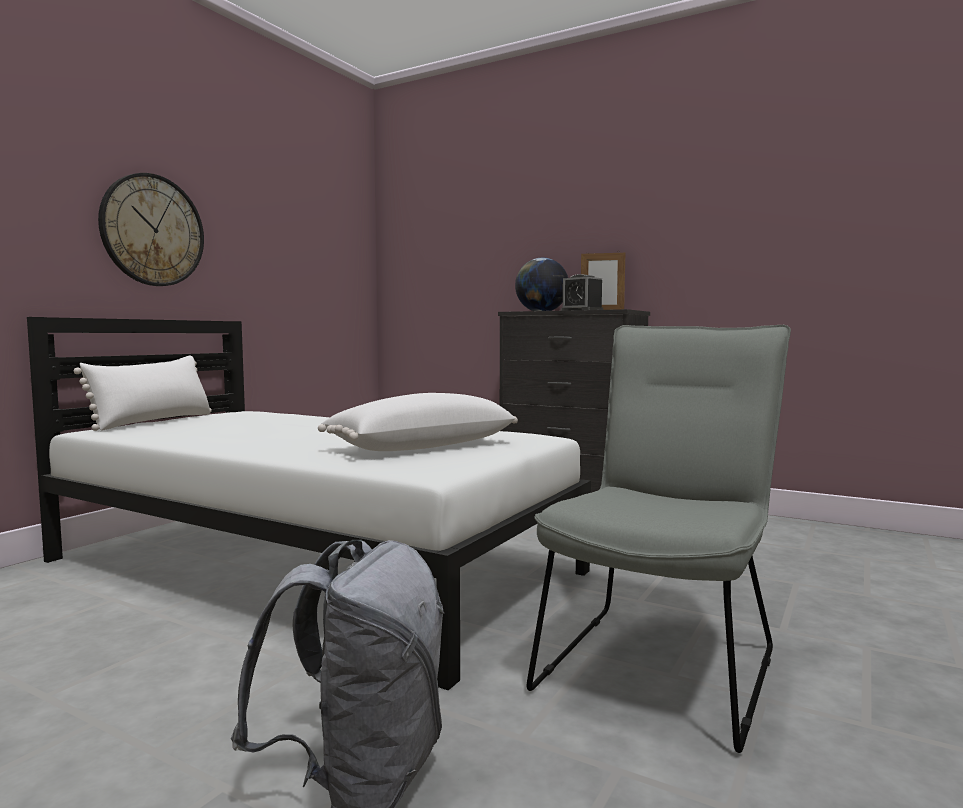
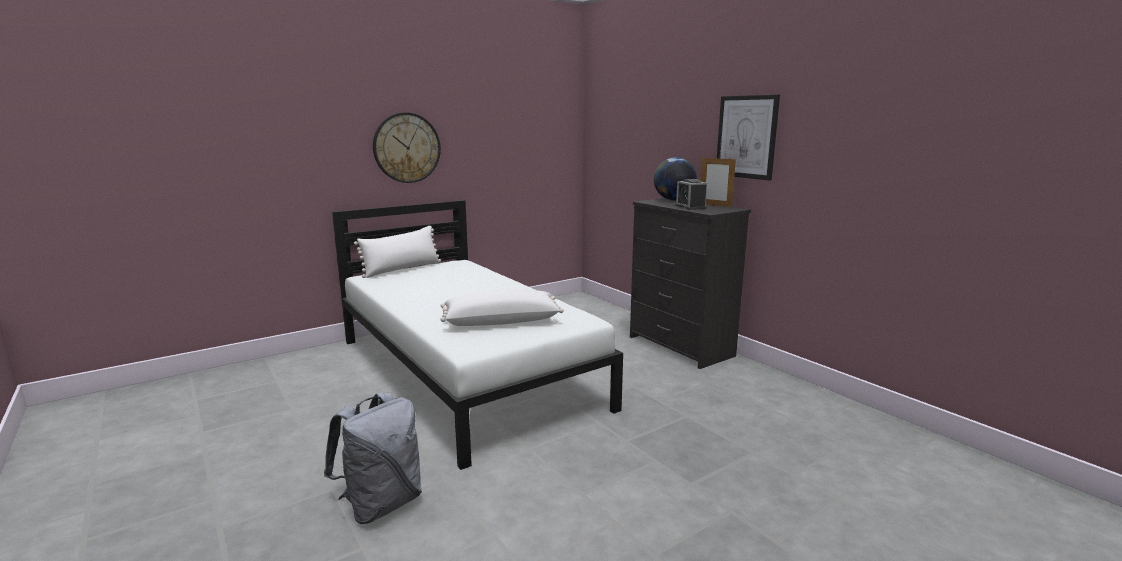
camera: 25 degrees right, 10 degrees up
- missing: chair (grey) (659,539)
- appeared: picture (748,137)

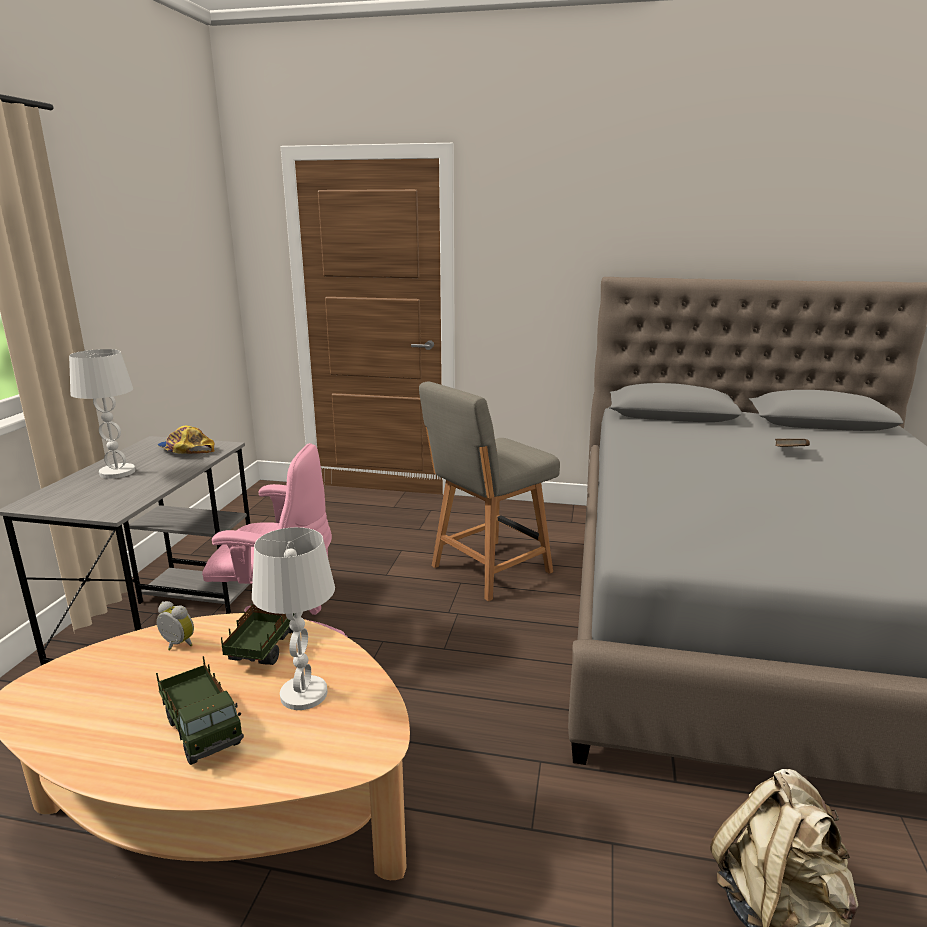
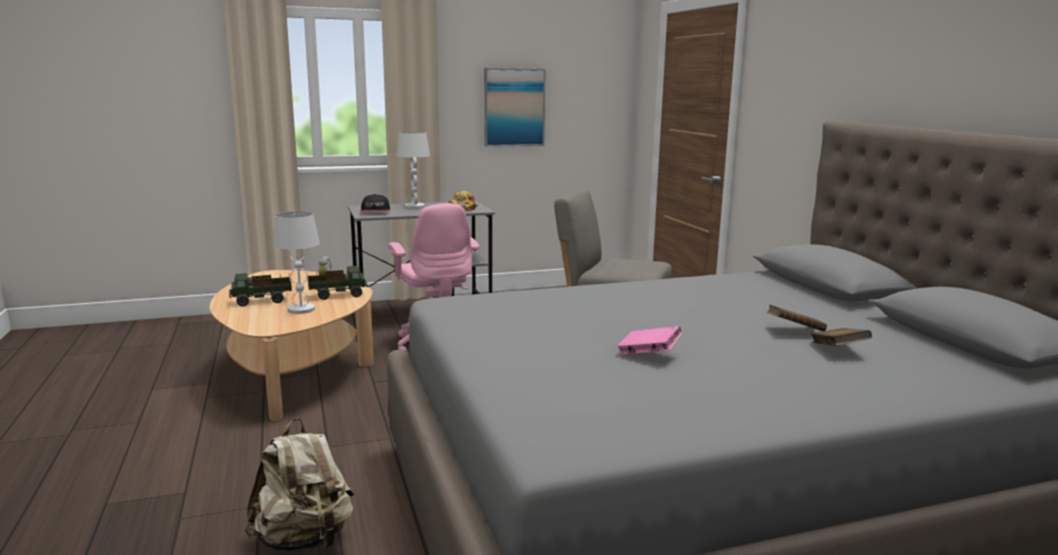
camera: 60 degrees right, 5 degrees down
- spun: model truck (200,710) = (260,289) 45 degrees clockwise
- appeared: cap (375,202)
- appeared: picture (515,107)
- appeared: volume (pinkish) (649,340)
- appeared: volume (brownish) (841,337)

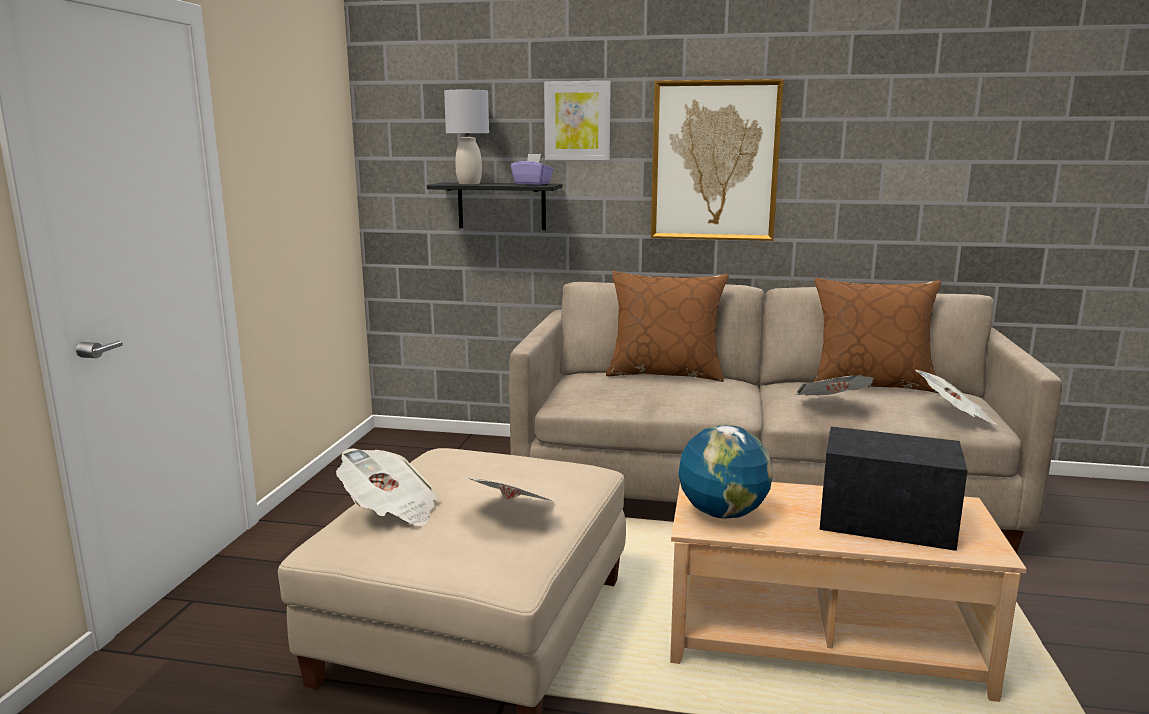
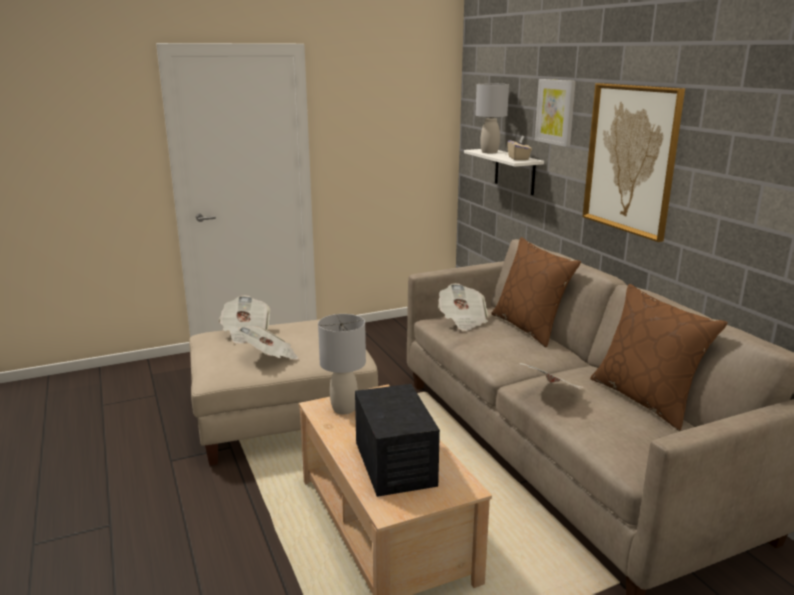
camera: 55 degrees right, 5 degrees up
- colour: wall shelf (black) (494,206) to wall shelf (white) (504,172)
- colour: box of tissues (purple) (532,169) to box of tissues (beige) (519,147)
- exchanged: globe (725,472) to table lamp (grey) (342,364)
- relocated: daily paper (957,397) to (463,307)

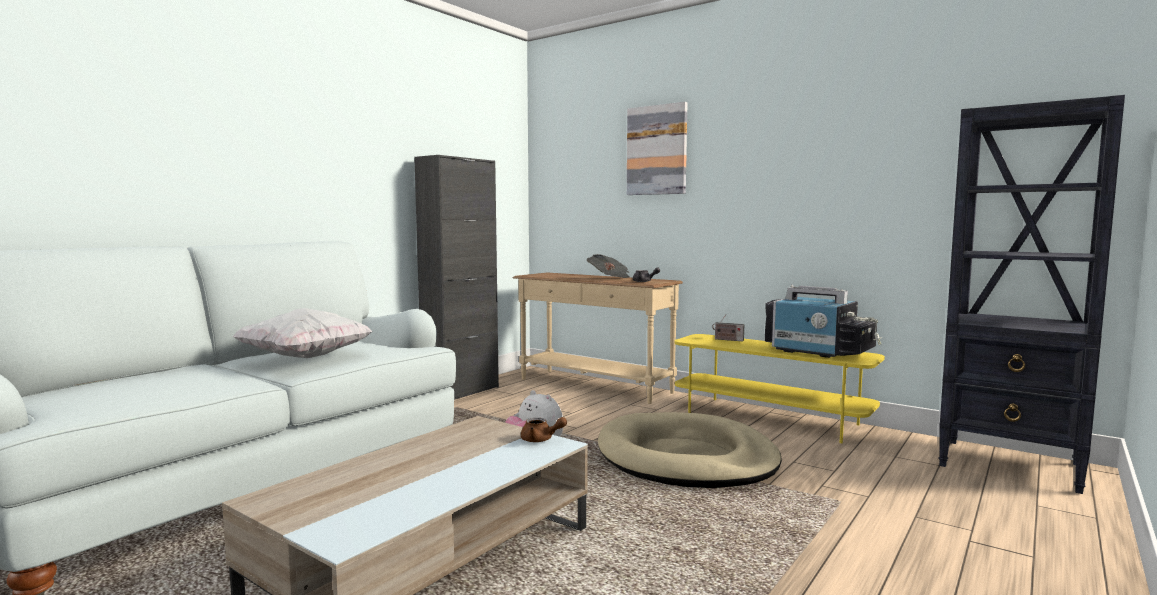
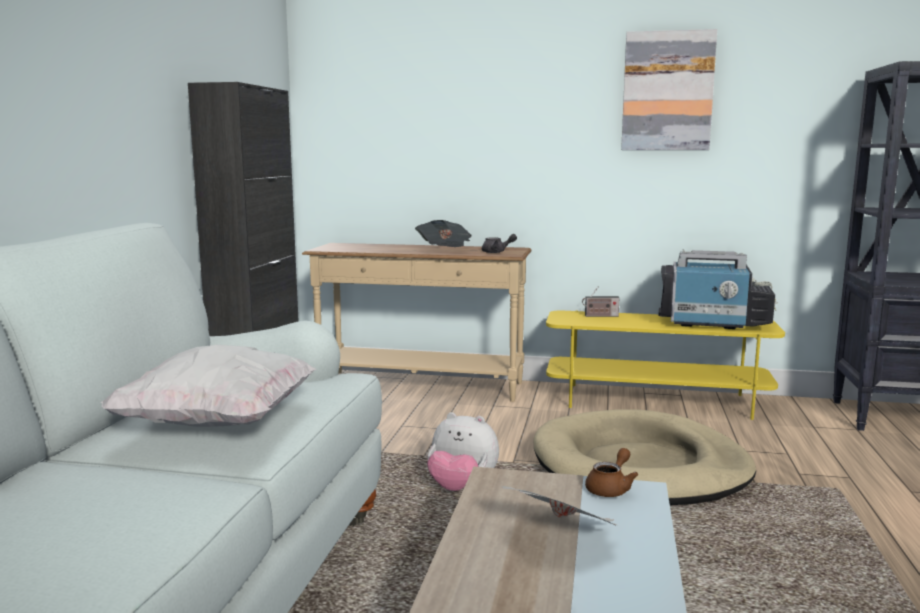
camera: 25 degrees left, 5 degrees up
- spun: teapot (brownish) (544,429) = (611,472) 45 degrees counterclockwise
- relocated: picture (657,148) to (669,89)
- appeared: daily paper (560,506)

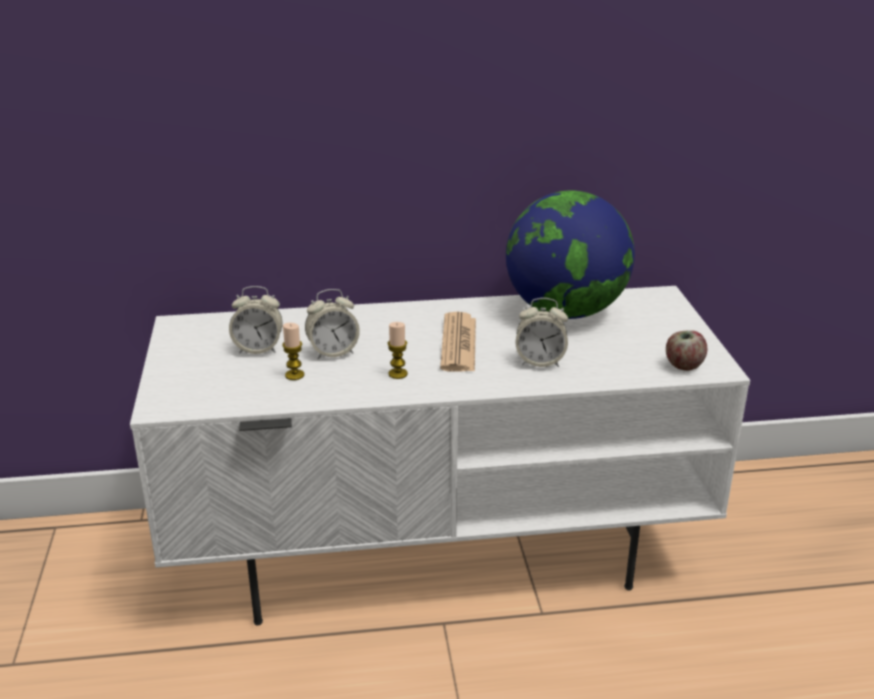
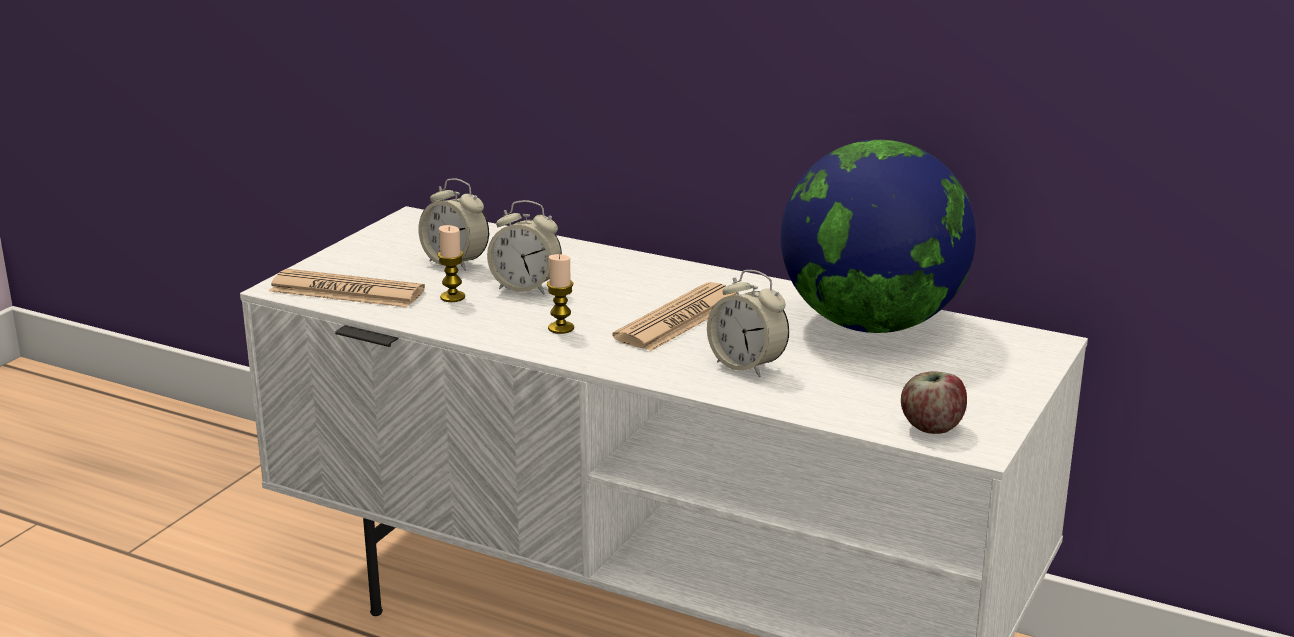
camera: 35 degrees right, 5 degrees down
- appeared: daily paper (347,288)

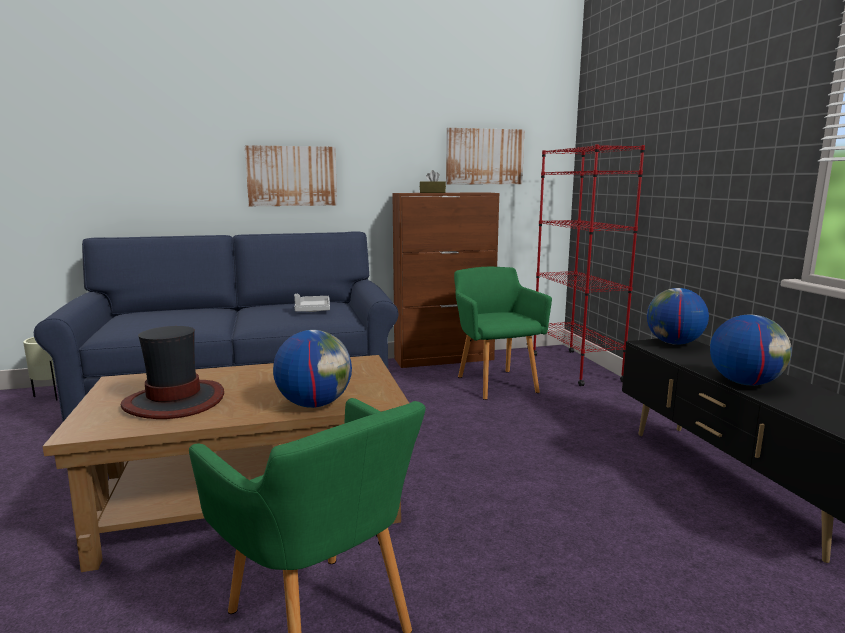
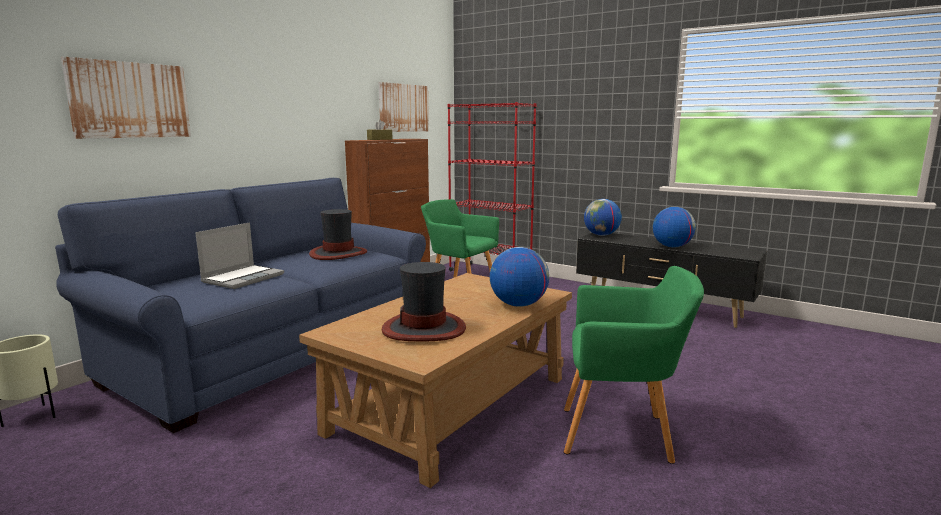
camera: 40 degrees left, 0 degrees up
- relocated: picture (290,175) to (126,98)
- exchanged: serving tray (grey) (312,303) to hat (338,234)
- appeared: portable computer (239,255)

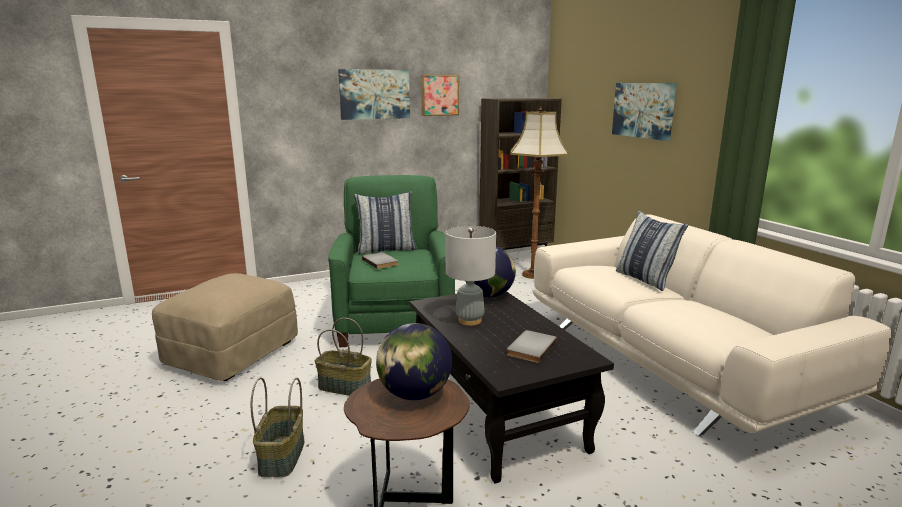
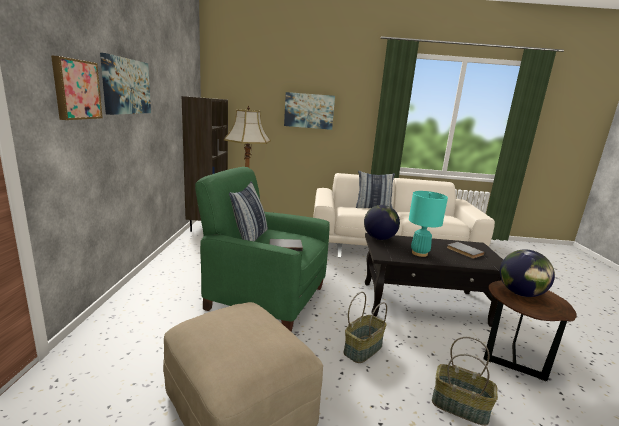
camera: 65 degrees left, 0 degrees up
- relocated: picture (440,95) to (77,87)
- colour: table lamp (grey) (471,276) to table lamp (blue-green) (428,224)

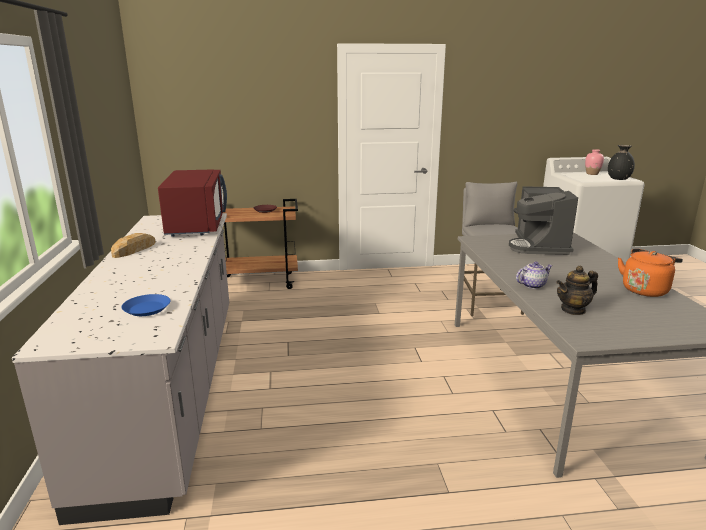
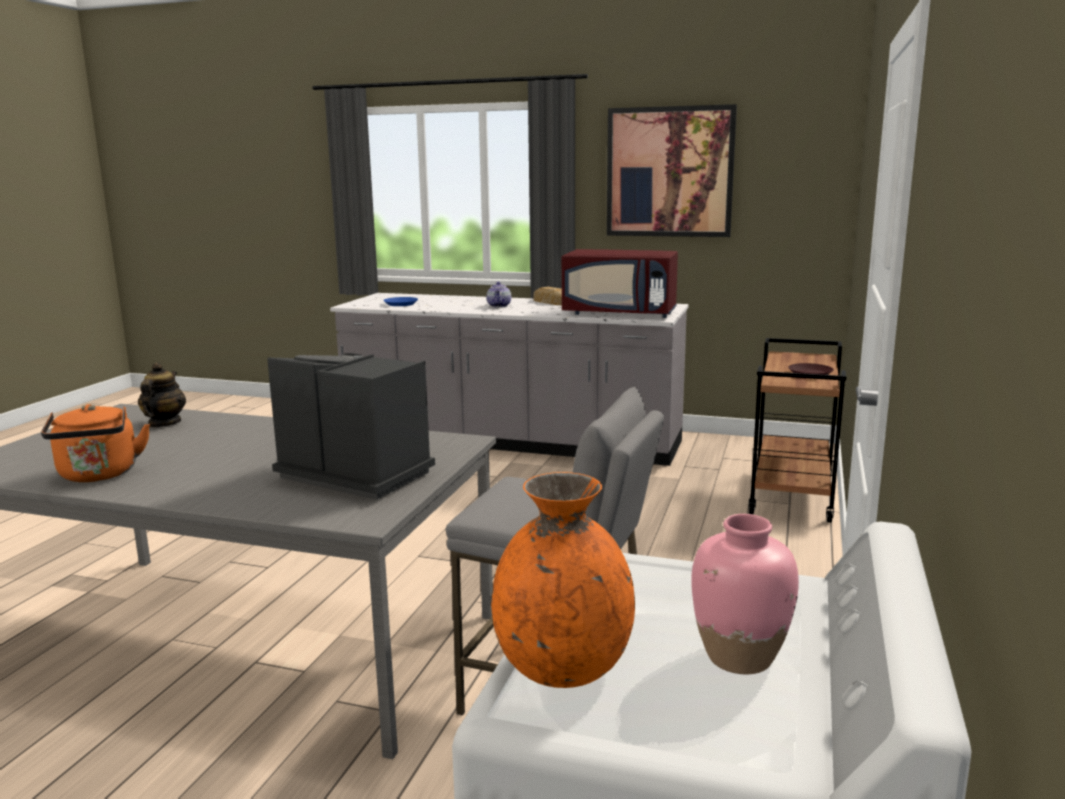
camera: 115 degrees right, 5 degrees down
- relocated: teapot (534,275) to (499,295)
- colour: vase (black) (621,162) to vase (orangey) (563,580)
- appeared: picture (672,170)

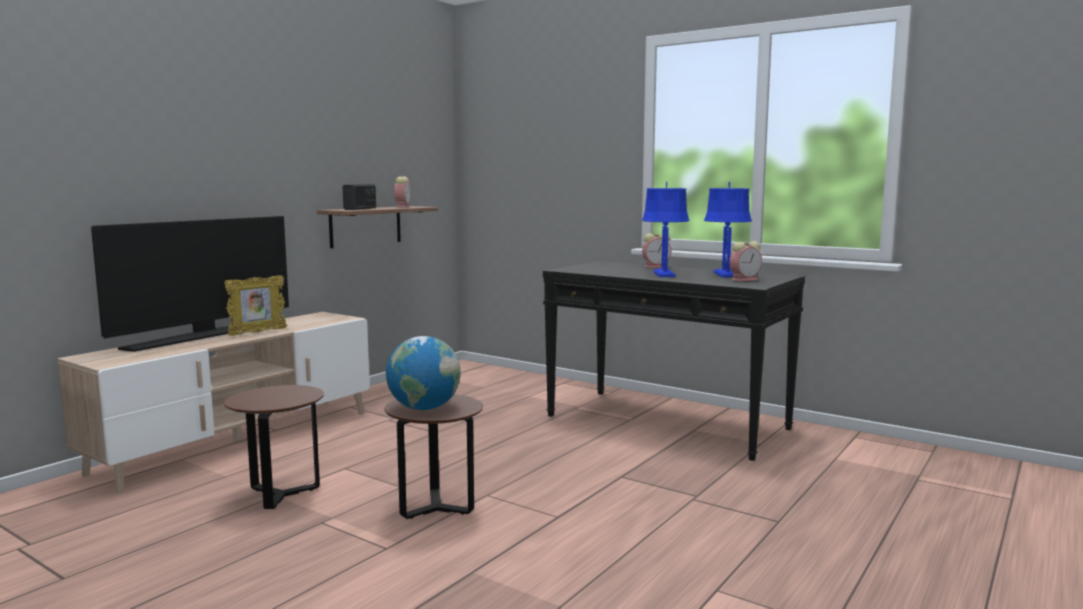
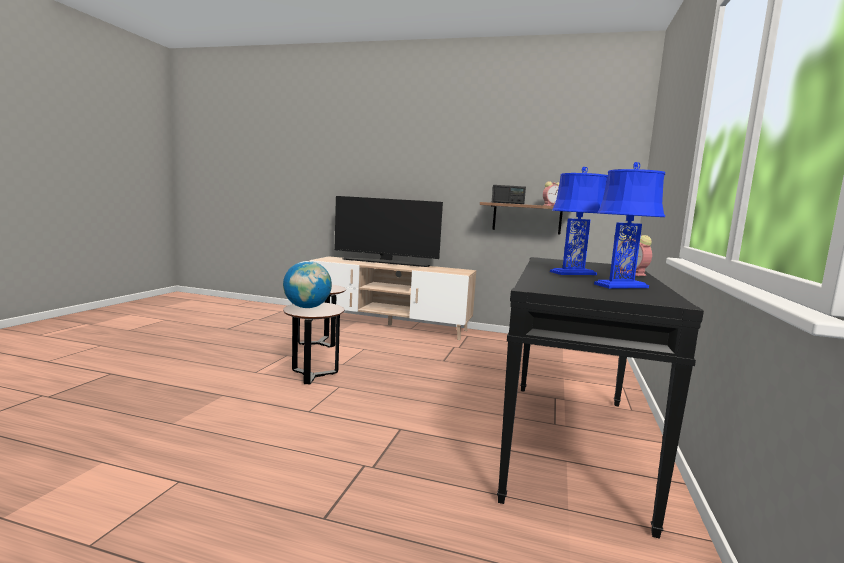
camera: 70 degrees right, 0 degrees up
- missing: picture frame (255,305)
- missing: bedside clock (745,261)

